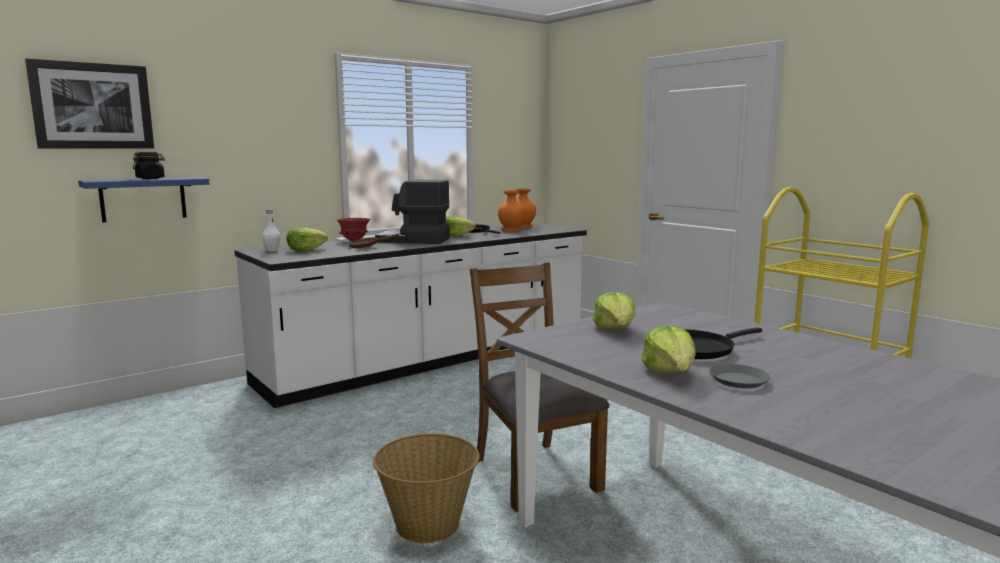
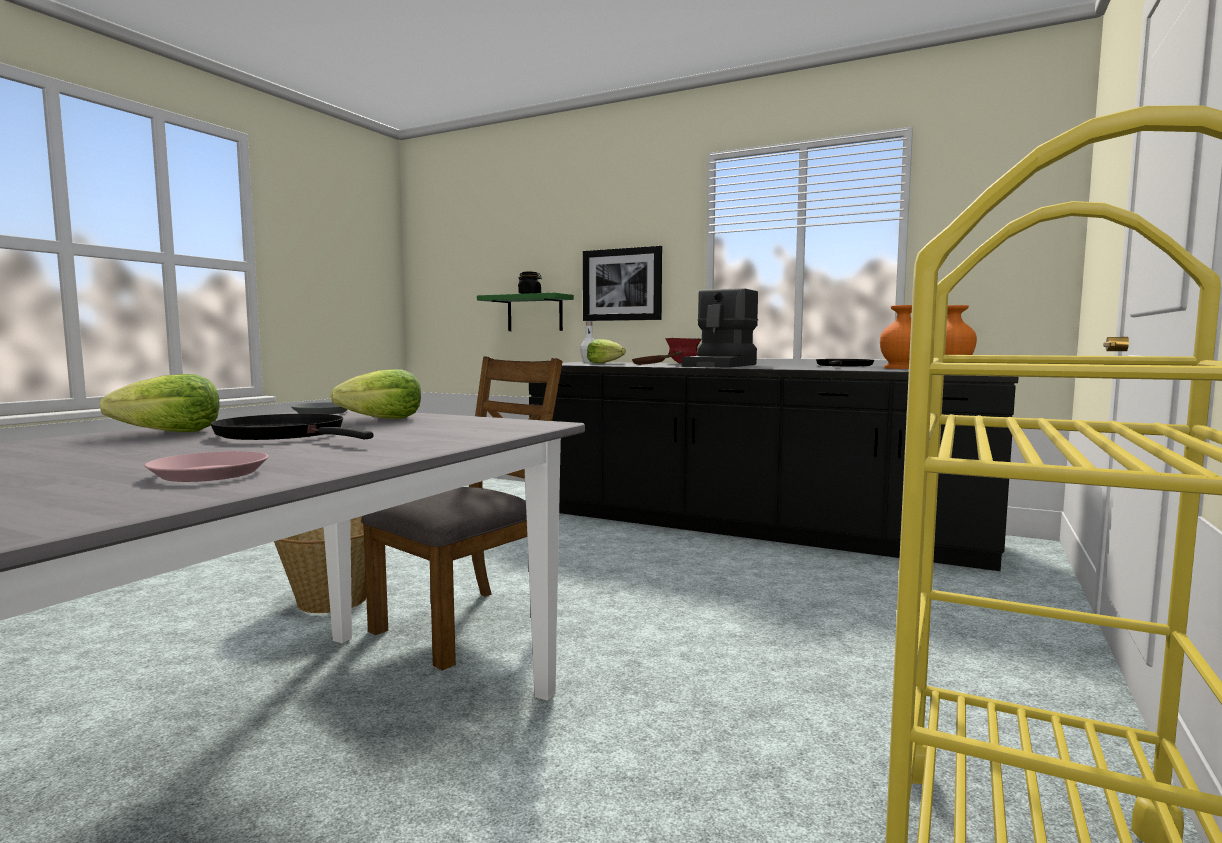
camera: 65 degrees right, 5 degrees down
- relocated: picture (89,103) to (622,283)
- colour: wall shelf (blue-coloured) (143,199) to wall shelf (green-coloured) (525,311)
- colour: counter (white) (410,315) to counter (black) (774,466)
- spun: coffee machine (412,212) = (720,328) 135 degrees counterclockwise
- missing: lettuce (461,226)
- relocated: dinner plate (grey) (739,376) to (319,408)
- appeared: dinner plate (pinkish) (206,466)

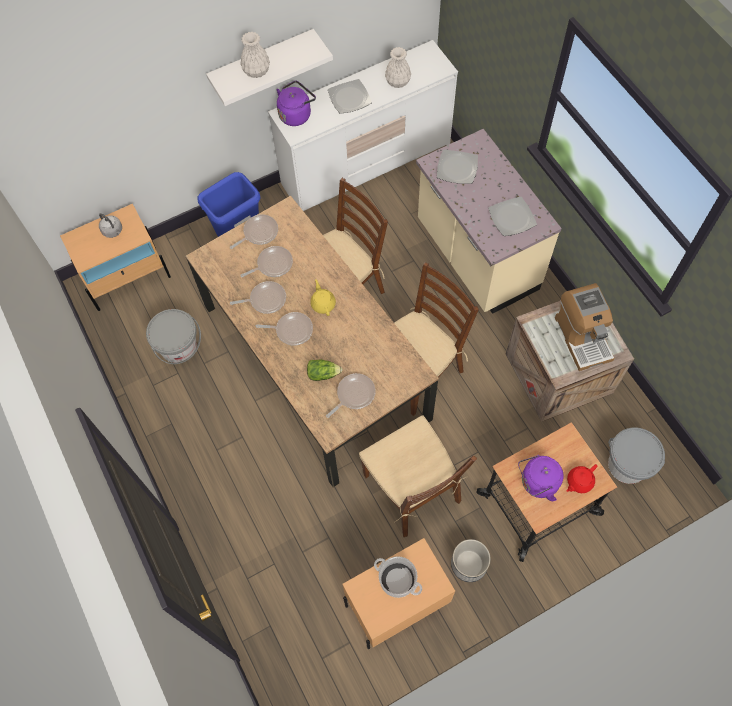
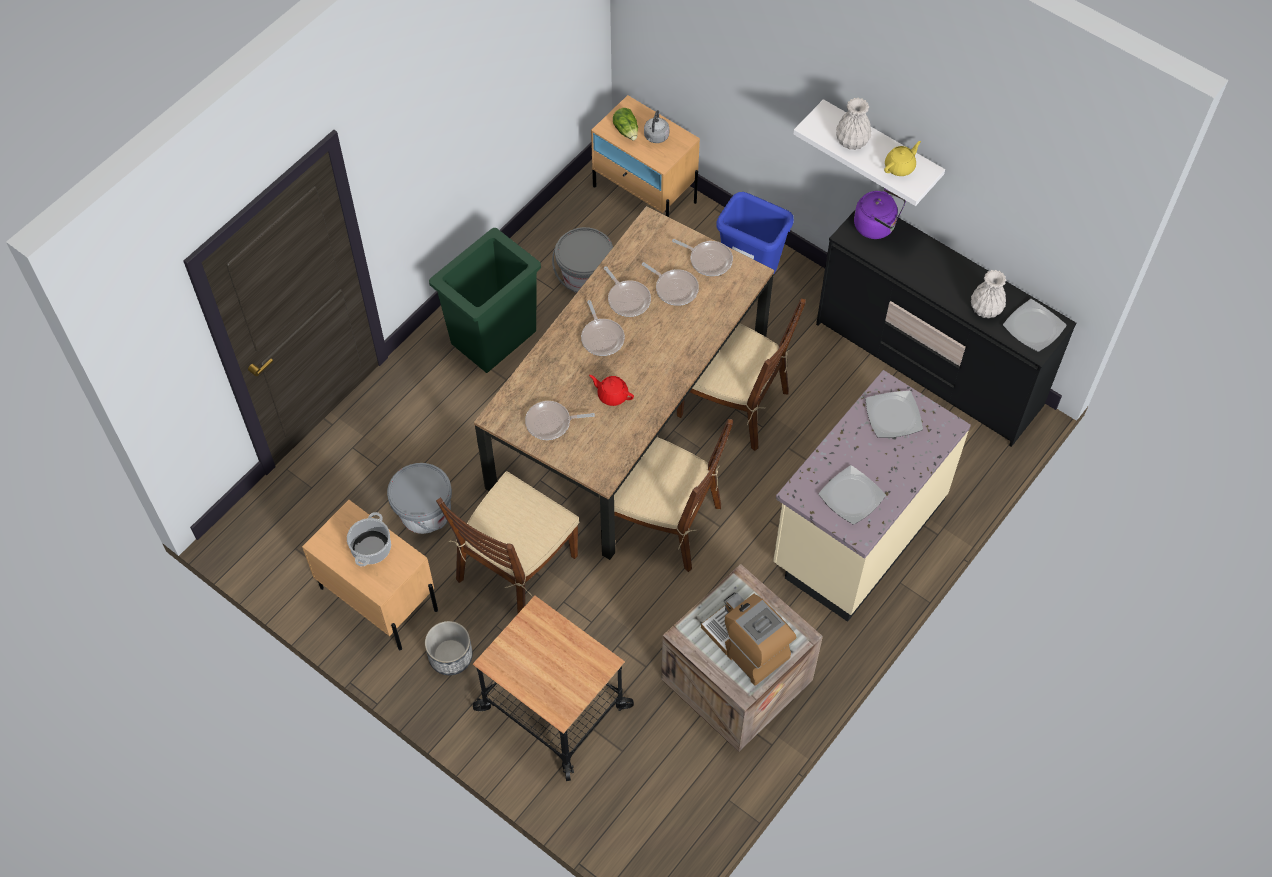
camera: 65 degrees right, 5 degrees down
- colour: dresser (white) (363,125) to dresser (black) (946,328)
- relocated: lettuce (325,370) to (625,124)
- relocated: teapot (yellowish) (323,297) to (902,158)
- spun: pan (351,395) = (560,420) 150 degrees clockwise
- relocated: dinner plate (350,96) to (1035,325)
- missing: tea kettle (purple) (541,478)
- spun: coffee machine (585,327) = (748,638) 90 degrees clockwise
- relocated: teapot (red-coloured) (582,478) to (611,390)
- relocated: water bucket (grey) (636,455) to (419,498)
- appeared: rubbish bin (green-coloured) (485,300)

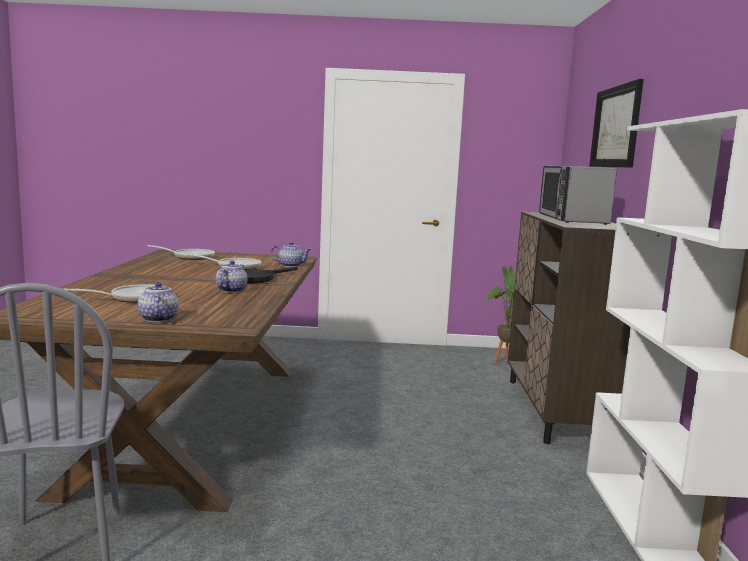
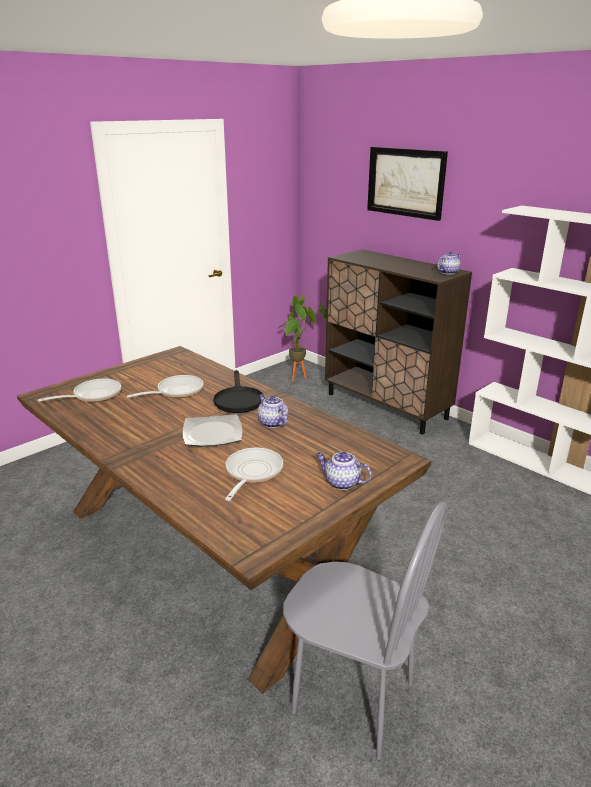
camera: 45 degrees left, 15 degrees up
- relocated: teapot (291,254) to (449,262)
- missing: microwave (578,195)
- appeared: dinner plate (212,430)

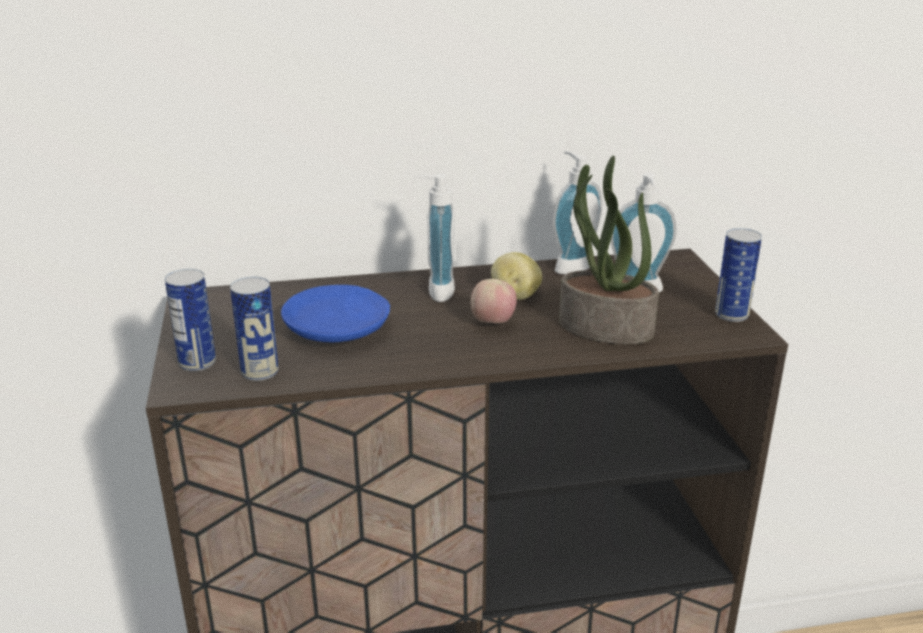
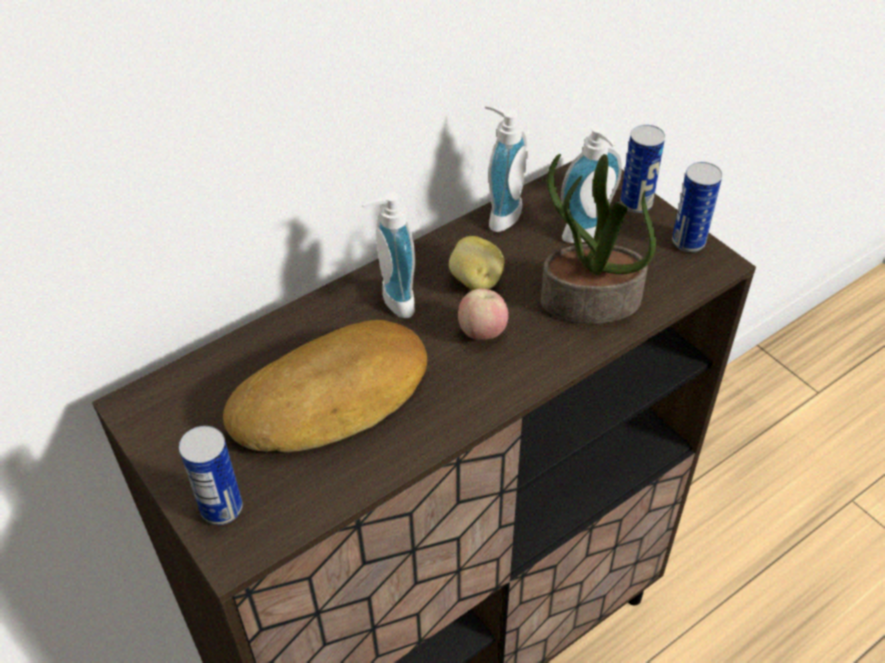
camera: 25 degrees left, 20 degrees up
- relocated: sealed can (254,328) to (642,169)
- exchanged: dinner plate (blue-coloured) (335,313) to bakery bread (325,386)

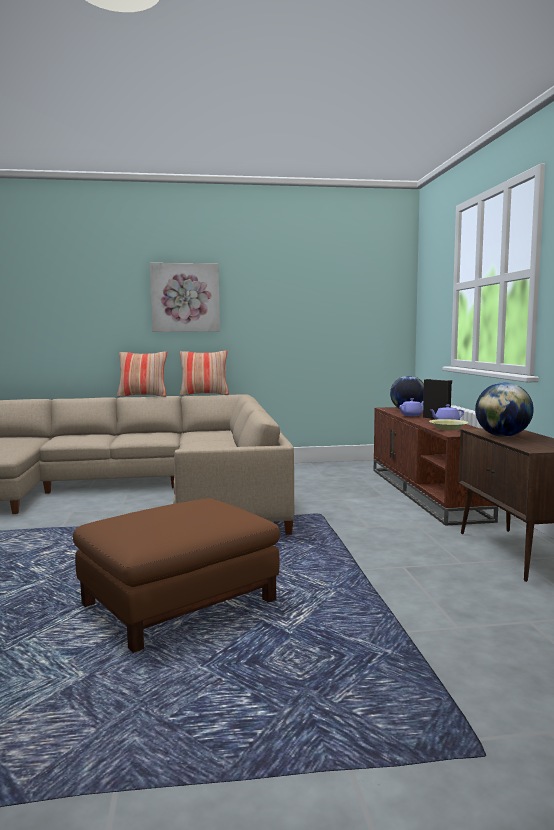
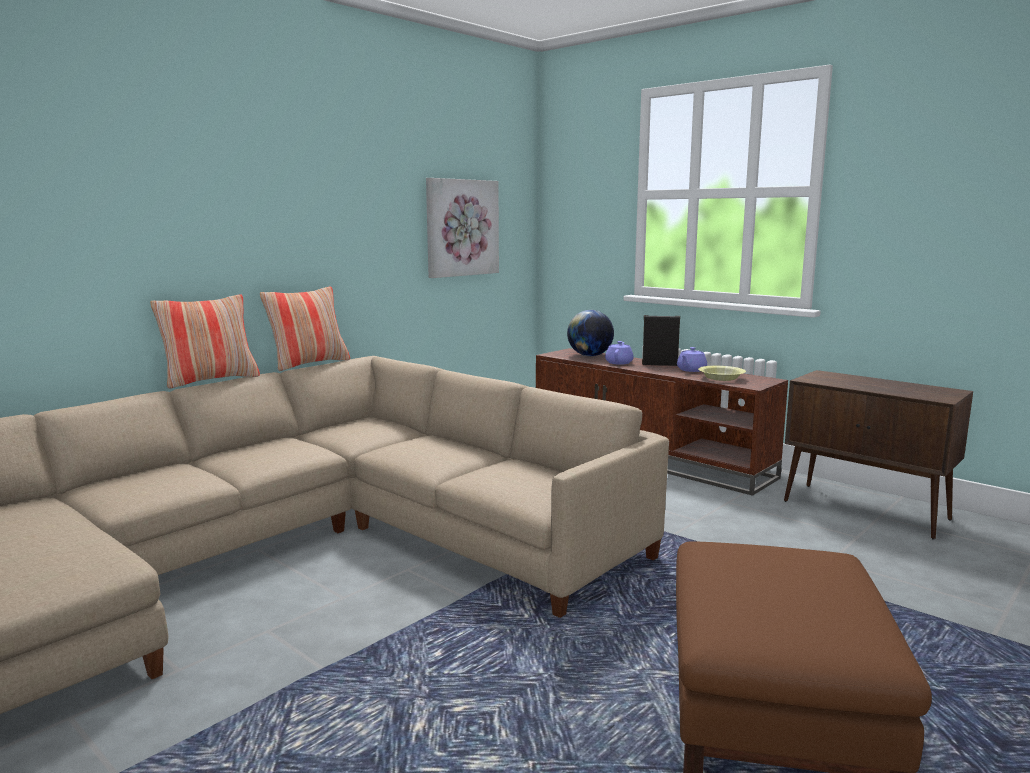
camera: 40 degrees left, 5 degrees up
- relocated: picture (185,297) to (462,228)
- missing: globe (504,409)

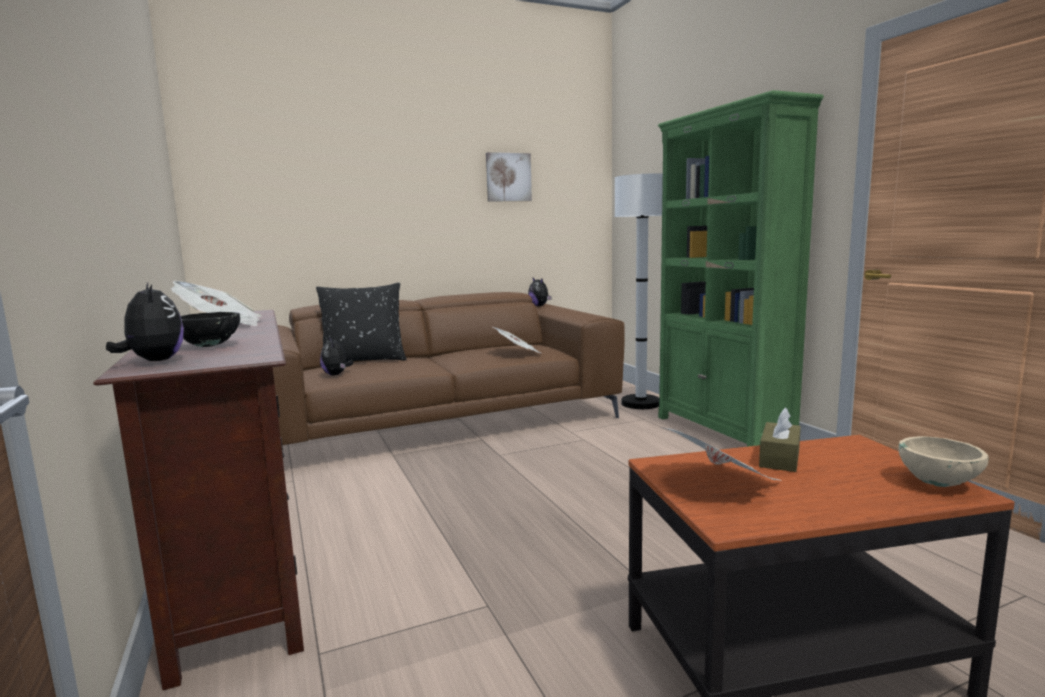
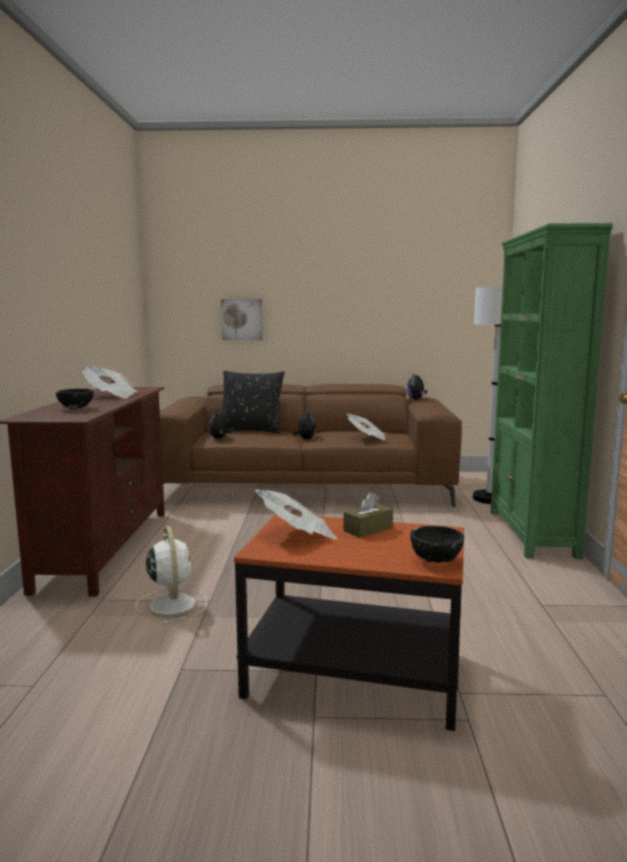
camera: 25 degrees right, 0 degrees up
- relocated: soft toy (145,322) to (304,425)
- relocated: picture (509,176) to (242,319)
- colour: bowl (beige) (943,461) to bowl (black) (437,544)
- appeared: cooling fan (white) (171,575)

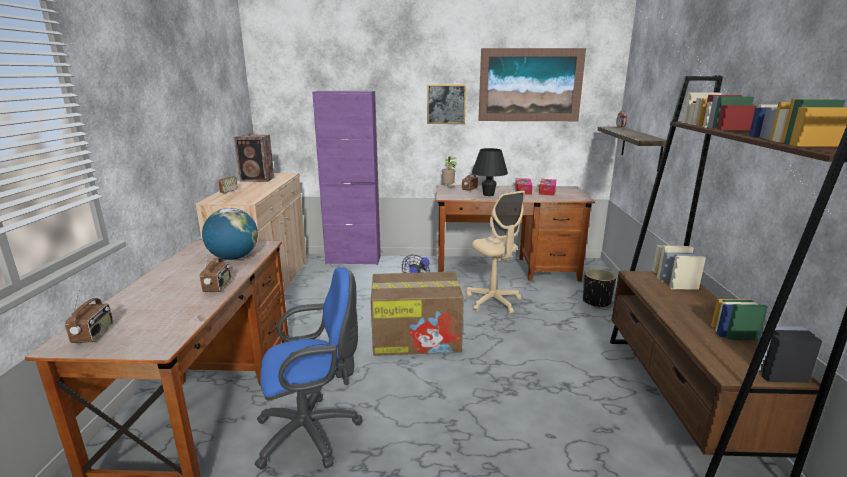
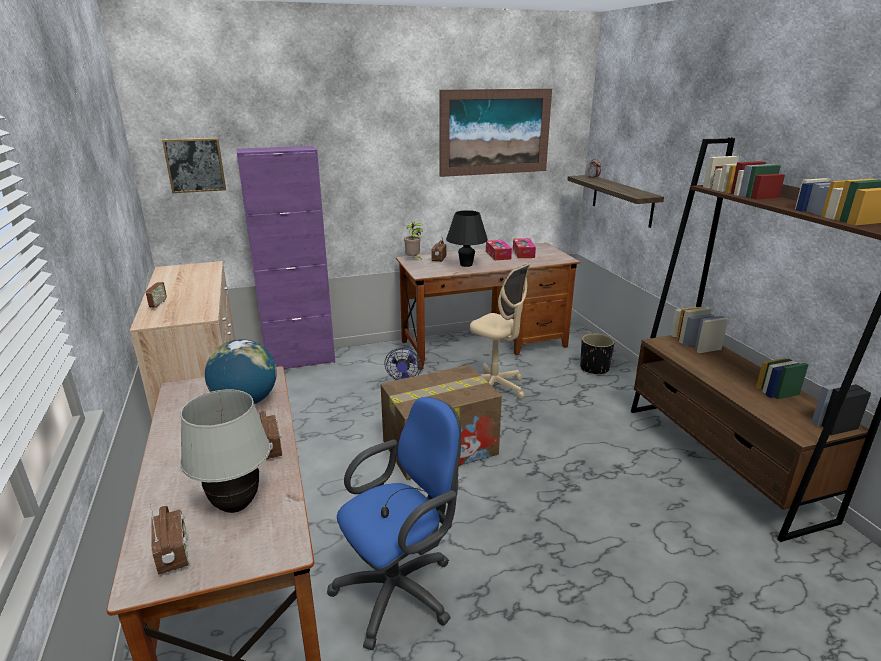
camera: 20 degrees left, 5 degrees up
- missing: speaker (254,157)
- relocated: picture (446,104) to (194,165)
- appeared: table lamp (white) (225,451)

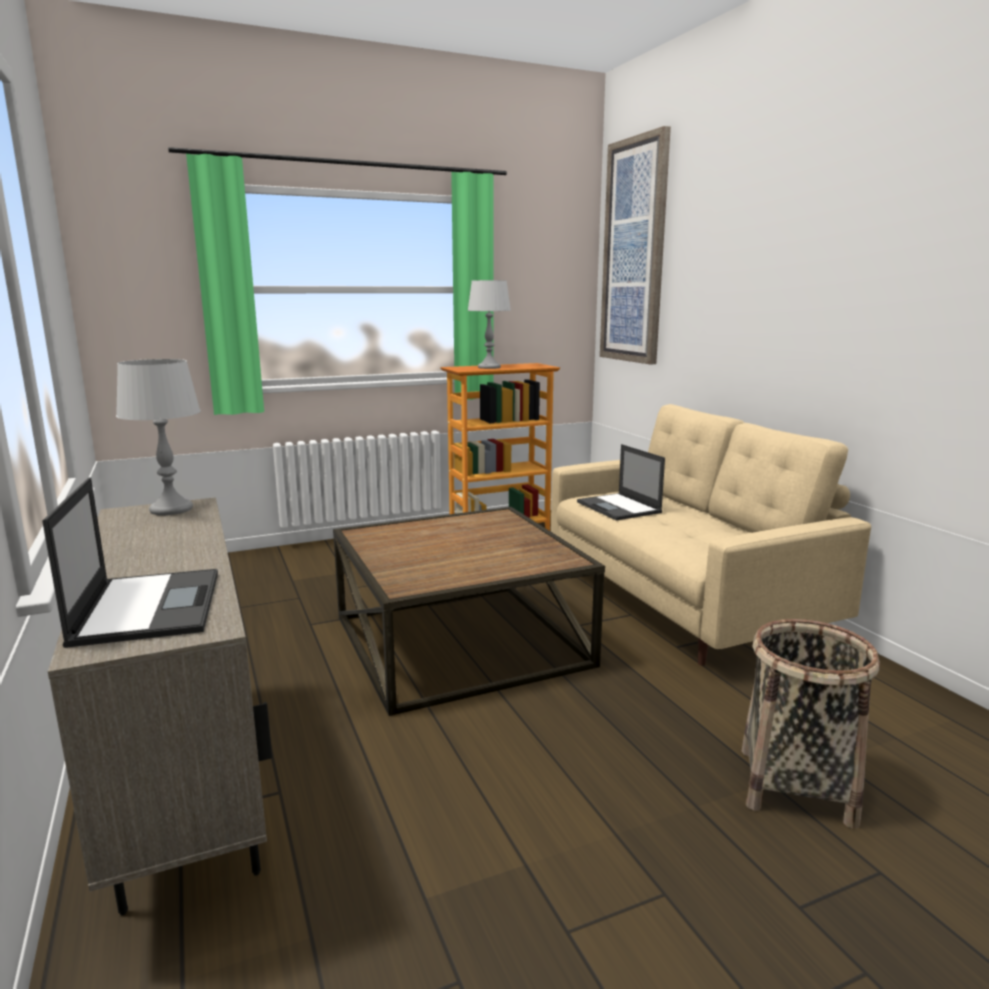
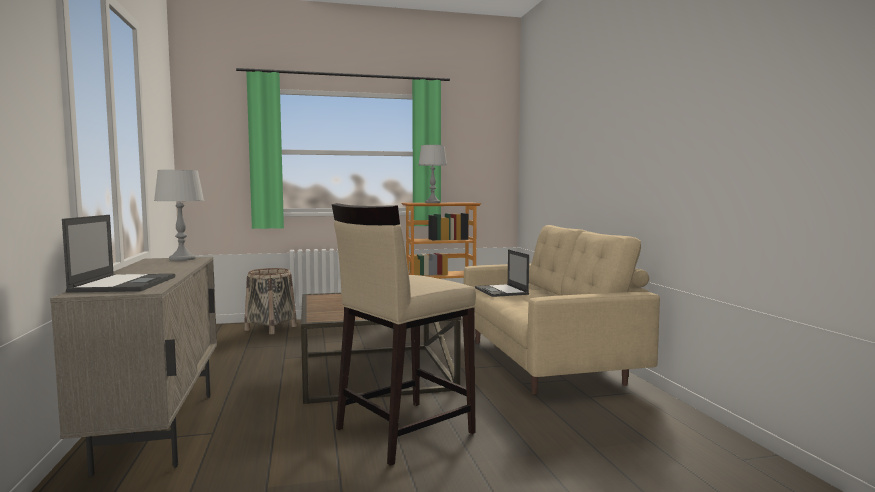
camera: 10 degrees right, 10 degrees down
- missing: picture (635,245)
- relocated: basket (811,724) to (270,301)
- appeared: sitting stool (beige) (404,334)

